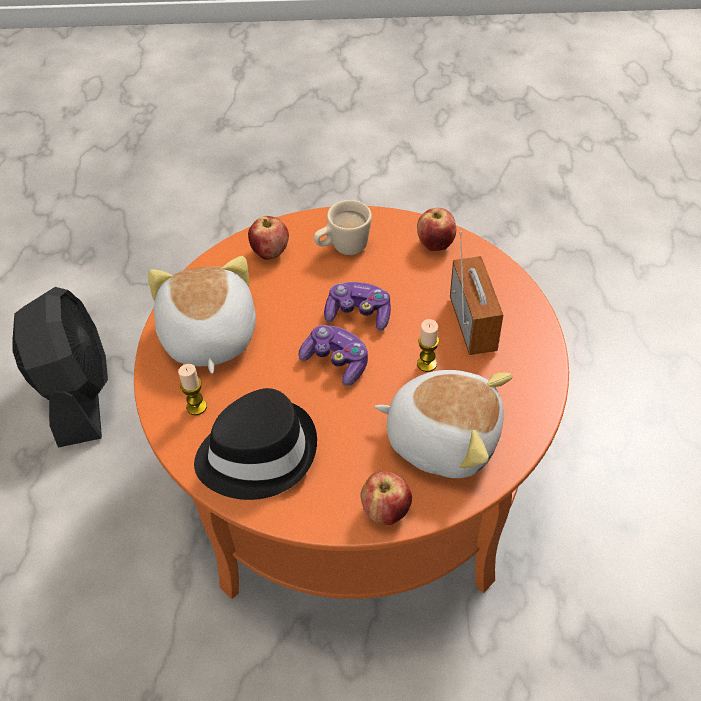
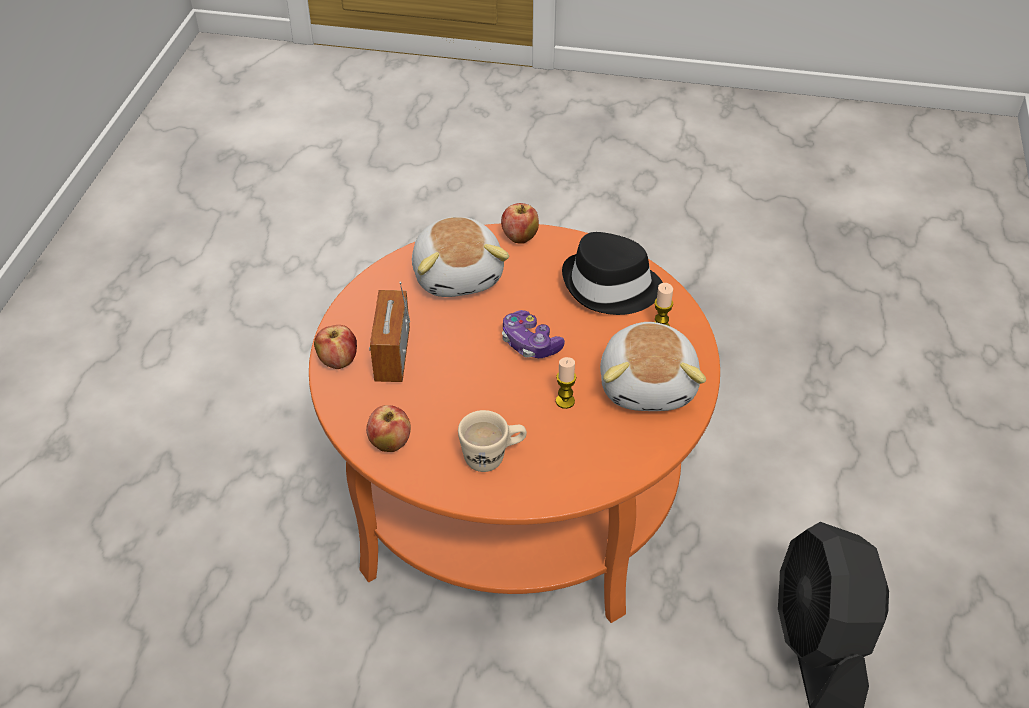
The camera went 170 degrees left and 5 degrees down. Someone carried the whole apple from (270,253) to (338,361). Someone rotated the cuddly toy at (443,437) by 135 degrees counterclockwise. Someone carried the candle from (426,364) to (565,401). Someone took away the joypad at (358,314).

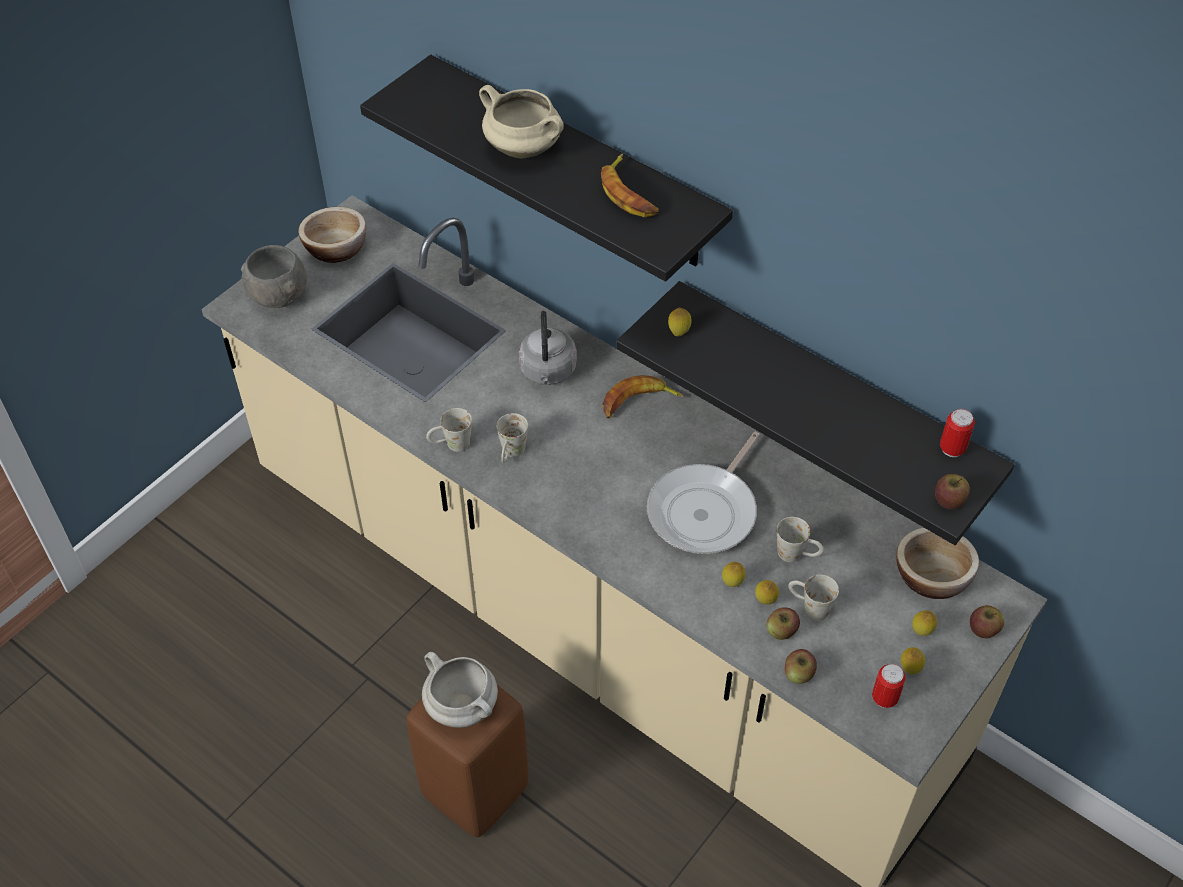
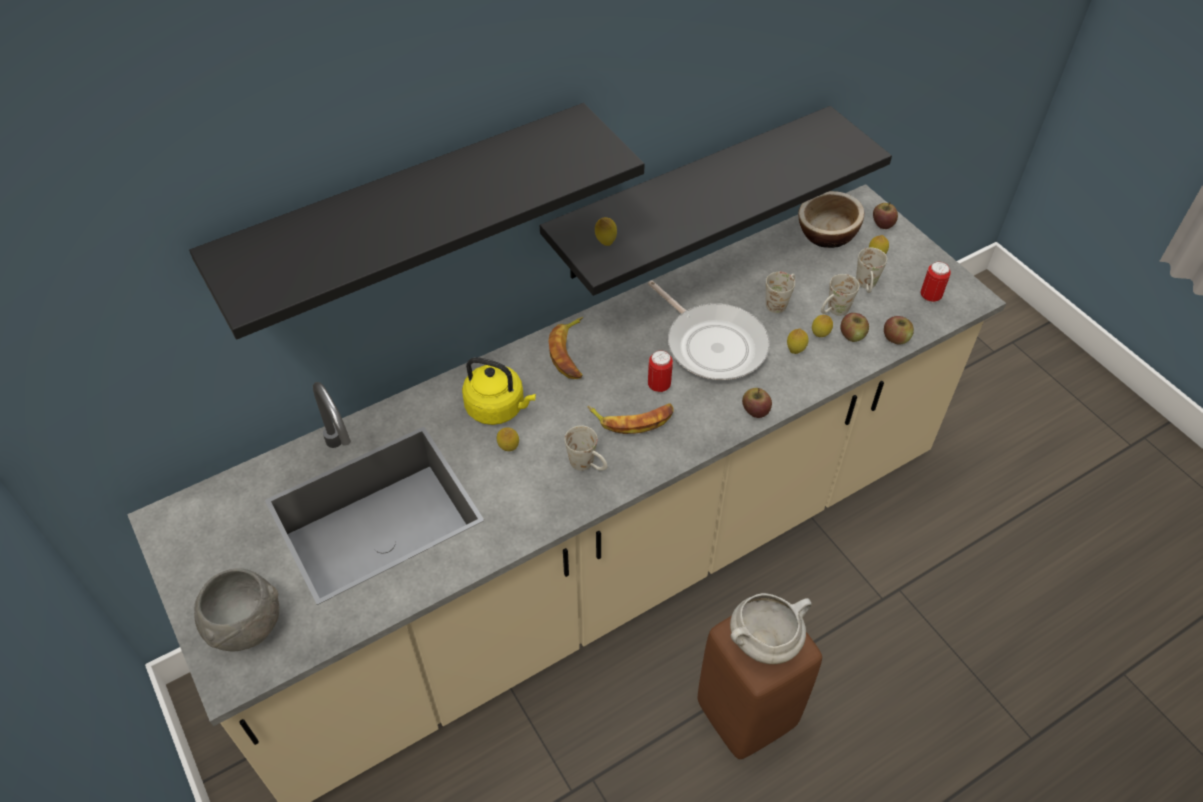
The camera went 70 degrees left and 0 degrees up. Someone repainted the greyish water kettle at (548,372), which became the yellow-coloured water kettle at (498,408). Someone carried the whole lemon from (909,669) to (509,448). Someone carried the banana from (629,193) to (633,419). Someone carried the metal can from (952,449) to (659,386). Someone carried the whole apple from (949,500) to (755,410). Someone carried the whitish mug from (451,445) to (866,286). Someone took away the serving bowl at (336,249). Someone took away the beige-coloured saucepot at (524,148).

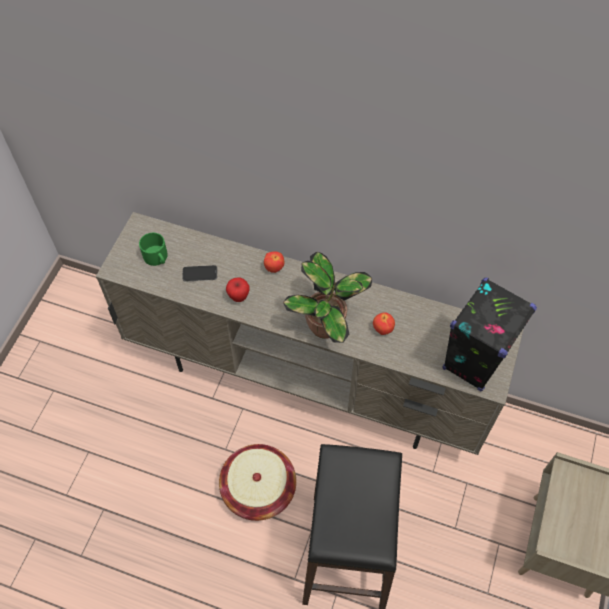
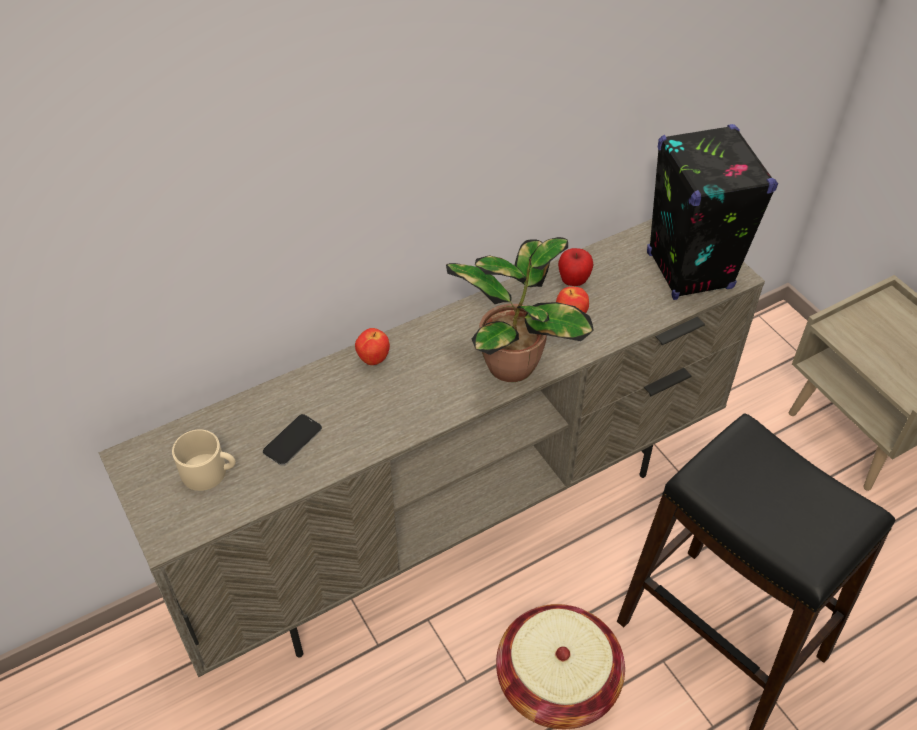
The camera went 50 degrees left and 10 degrees down. Someone repainted the greenish mug at (157,257), which became the beige-coloured mug at (209,472). Someone carried the whole apple from (238,297) to (573,281).

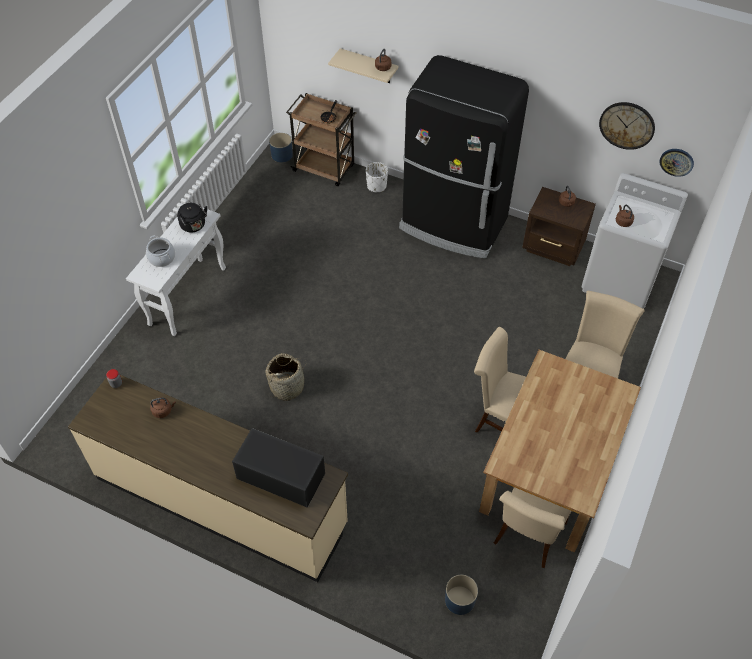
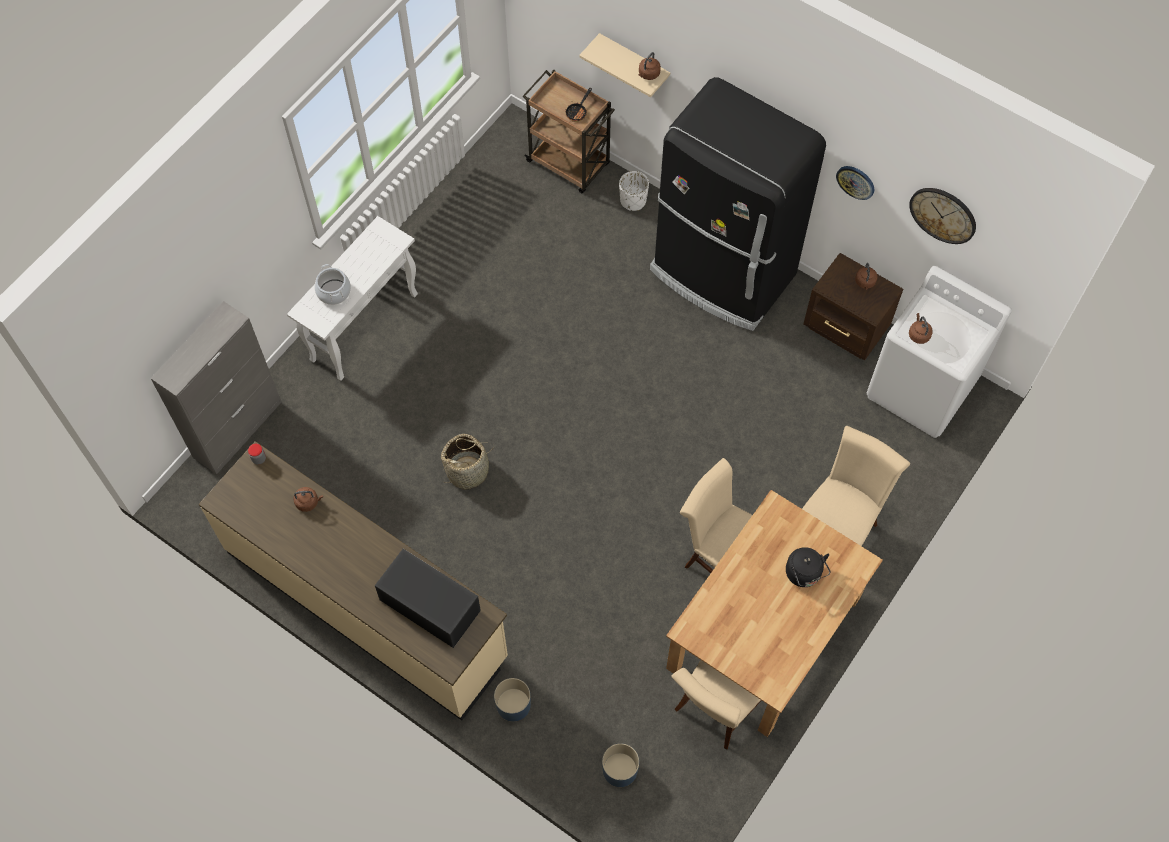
The camera went 10 degrees right and 10 degrees up. Someone put down the greyish cabinet at (238,429). Someone carried the bluish planter from (282,155) to (513,705). Someone carried the black water kettle from (194,226) to (804,574). Someone carried the wall clock from (676,161) to (855,182).

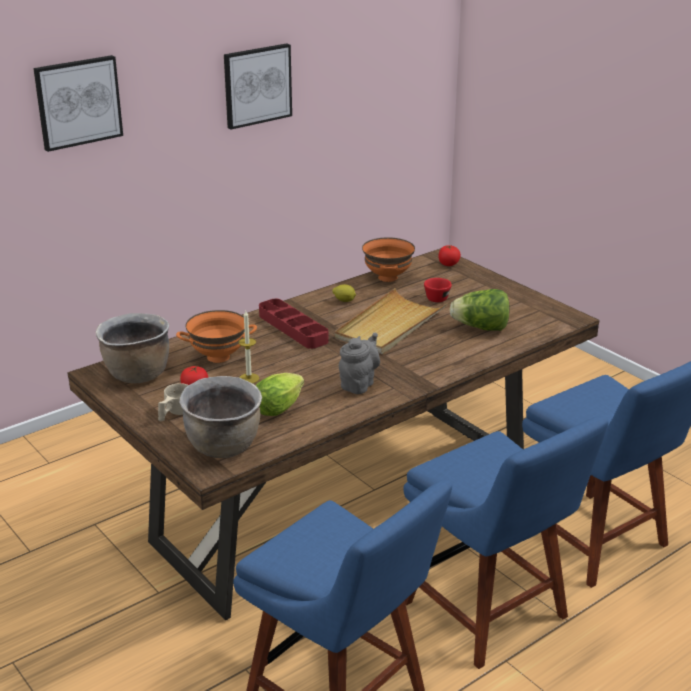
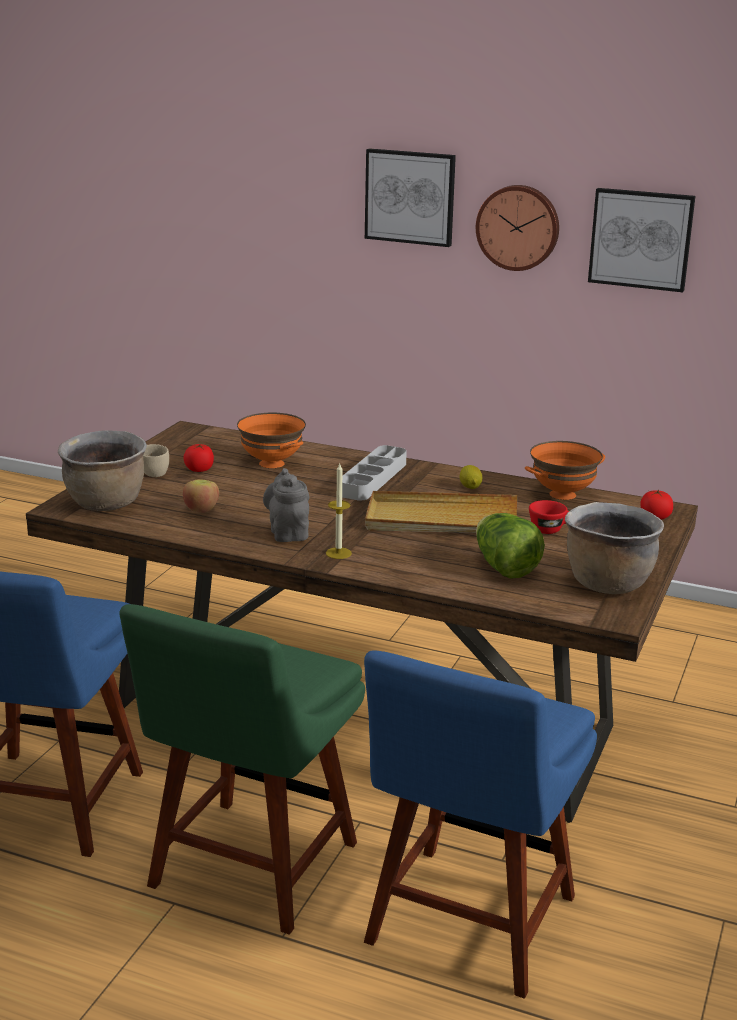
The camera went 60 degrees right and 5 degrees down. Someone repainted the bluish chair at (490,614), which became the greenish chair at (248,870). Someone swapped the lettuce head at (280,407) for the whole apple at (201,509). Someone rotated the greyish tea pot at (359,384) by 105 degrees counterclockwise. Someone carried the candle from (249,378) to (338,553). Someone repainted the reddish tray at (293,328), which became the greyish tray at (373,478). Someone put up the wall clock at (518,227). Someone carried the brownish saucepot from (137,374) to (607,583).

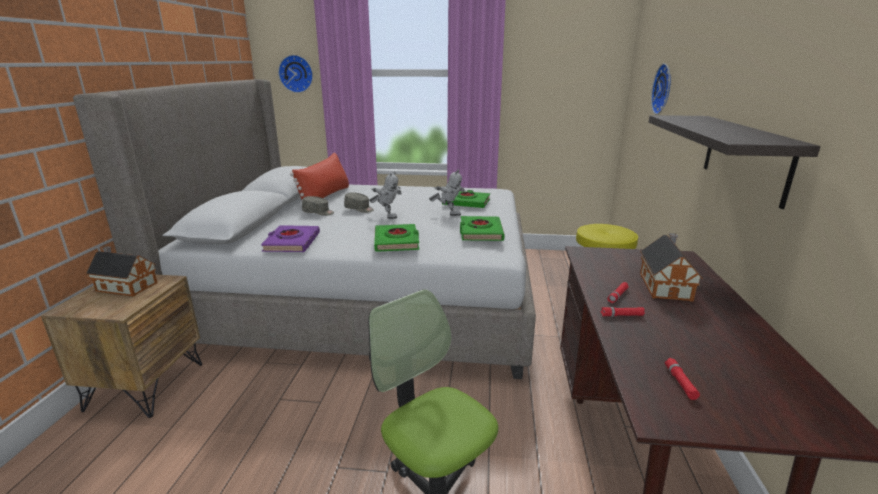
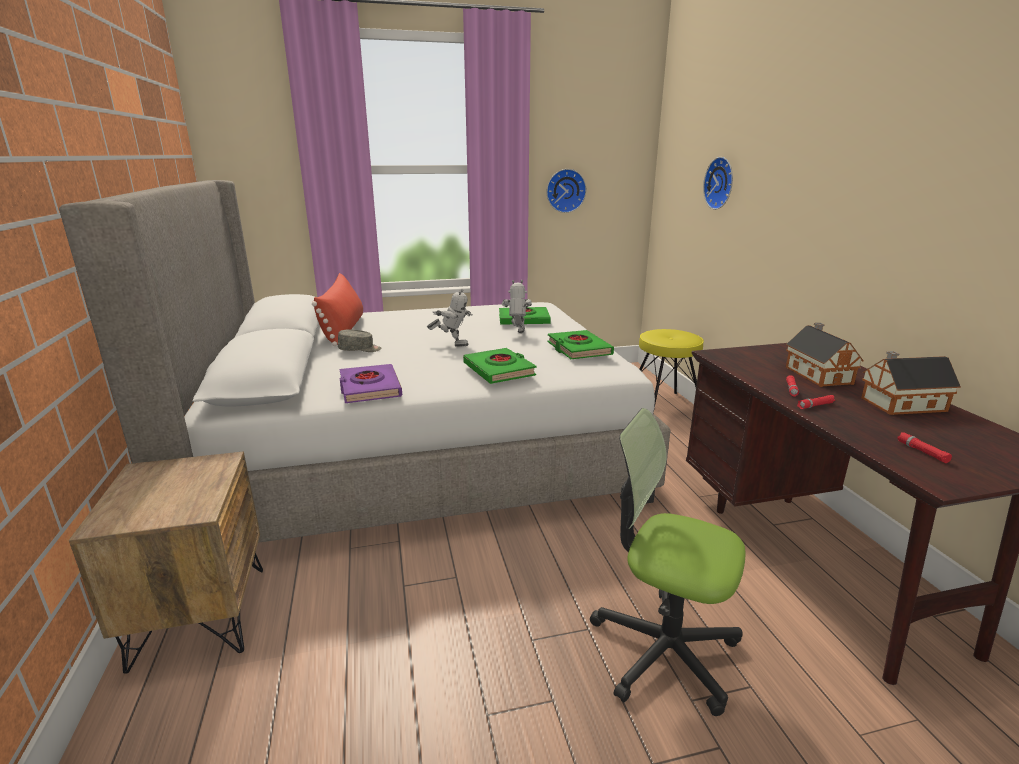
The camera went 20 degrees left and 0 degrees up. Someone rotated the robot figure at (448,214) by 90 degrees counterclockwise. Someone carried the wall clock from (296,73) to (565,190). Someone carried the toy house from (125,286) to (899,404). Someone took away the greyish cap at (359,209). Someone took away the wall shelf at (745,157).

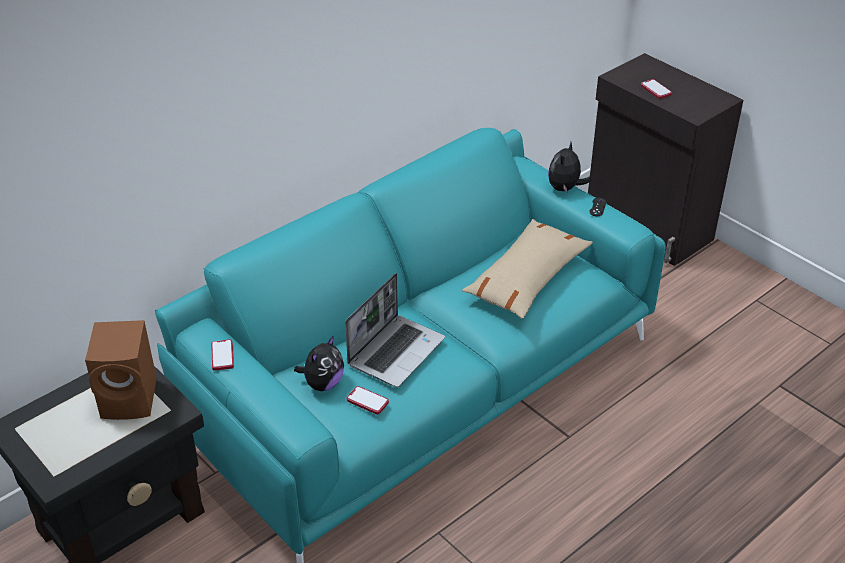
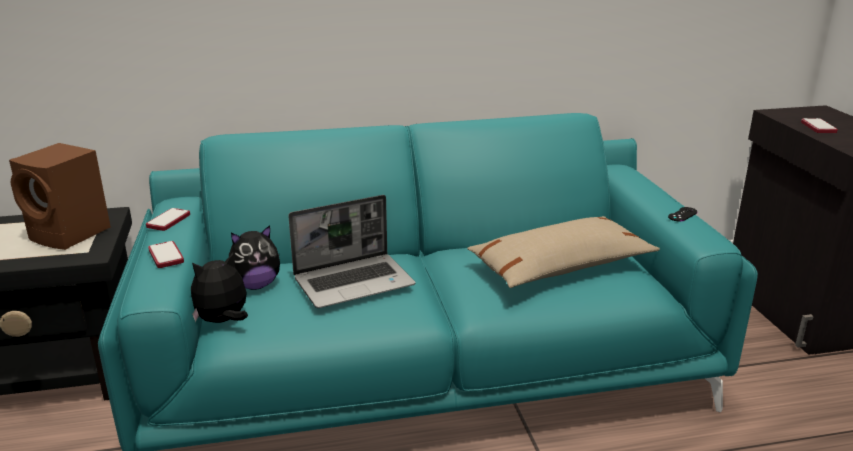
The camera went 30 degrees right and 15 degrees down. Someone carried the phone from (367,401) to (166,256). Someone carried the cuddly toy from (565,189) to (223,321).

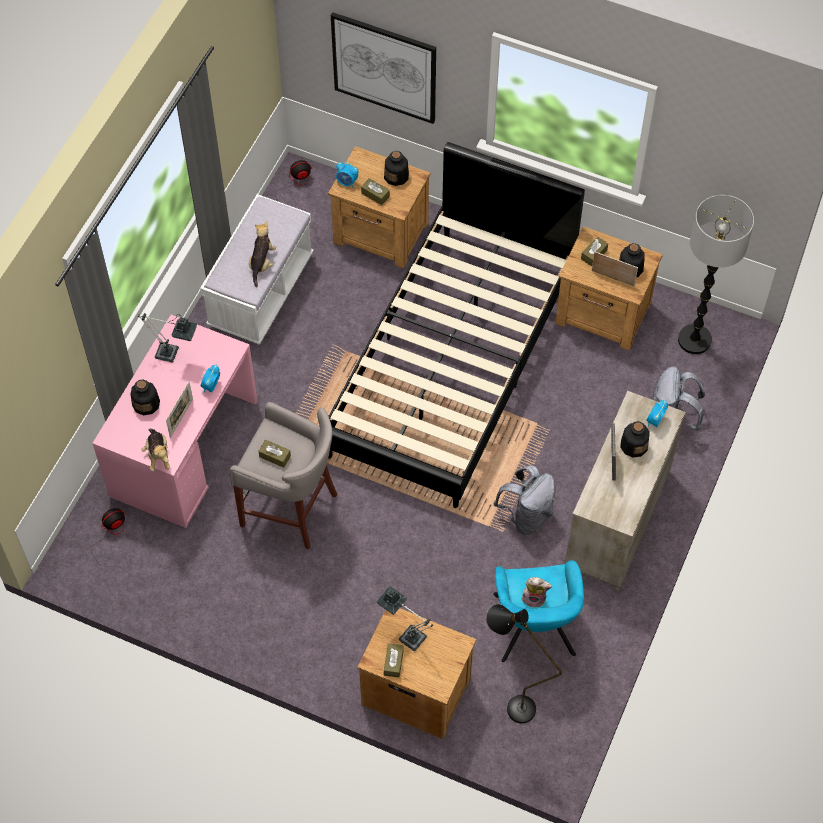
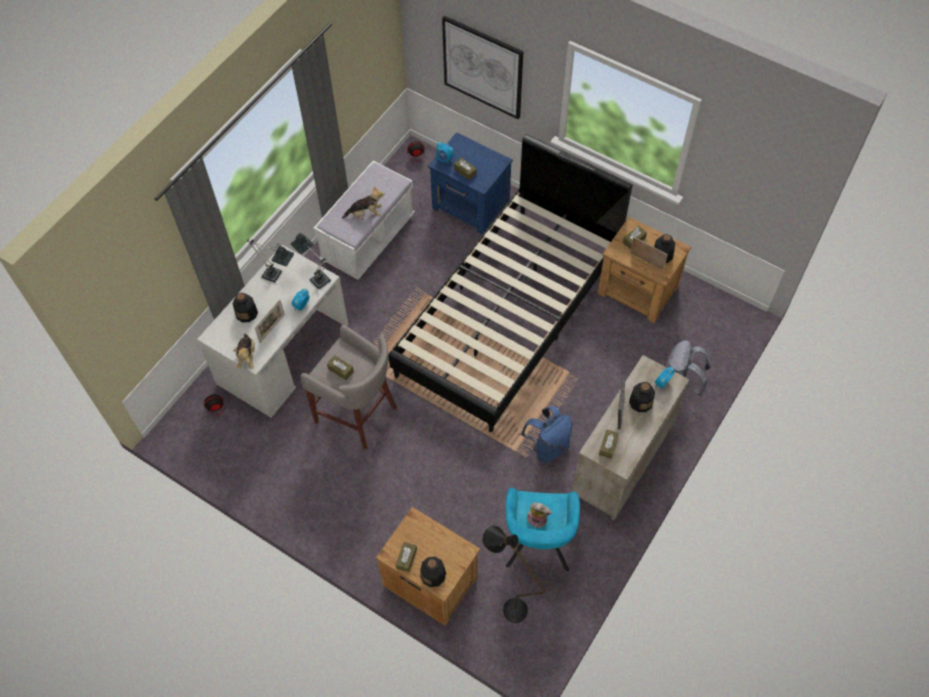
The camera went 10 degrees right and 0 degrees up. Someone repainted the pink desk table at (184,448), which became the whitish desk table at (283,353). Someone carried the lamp for a table from (407,634) to (317,278). Someone rotated the cuddly toy at (262,263) by 60 degrees clockwise. Someone carried the beverage bottle from (396,176) to (433,575). Someone repainted the brownish night table at (381,234), which became the bluish night table at (471,206). Someone repainted the greyish backpack at (527,516), which became the bluish backpack at (547,447). Someone put down the brownish tissue holder at (608,446). Someone took away the standing lamp at (694,340).

